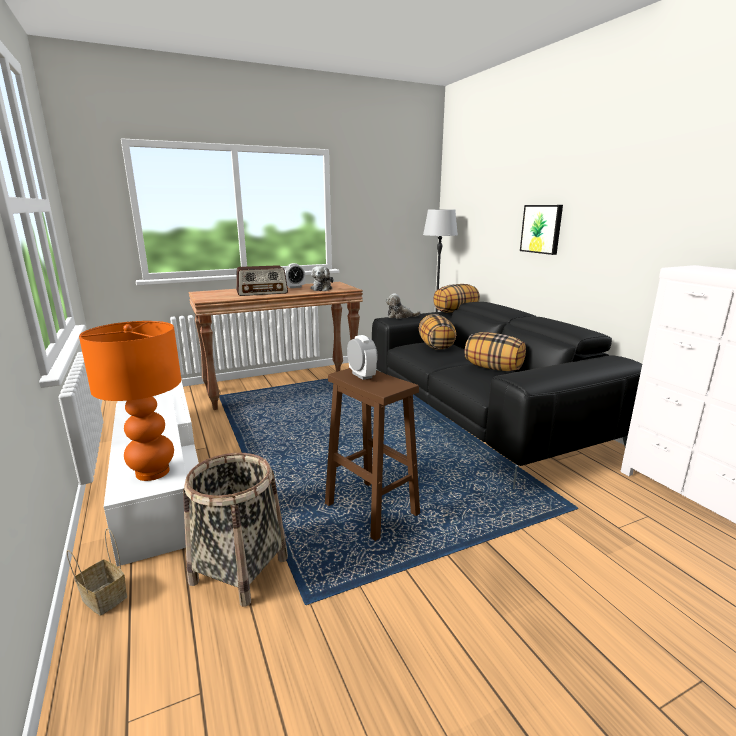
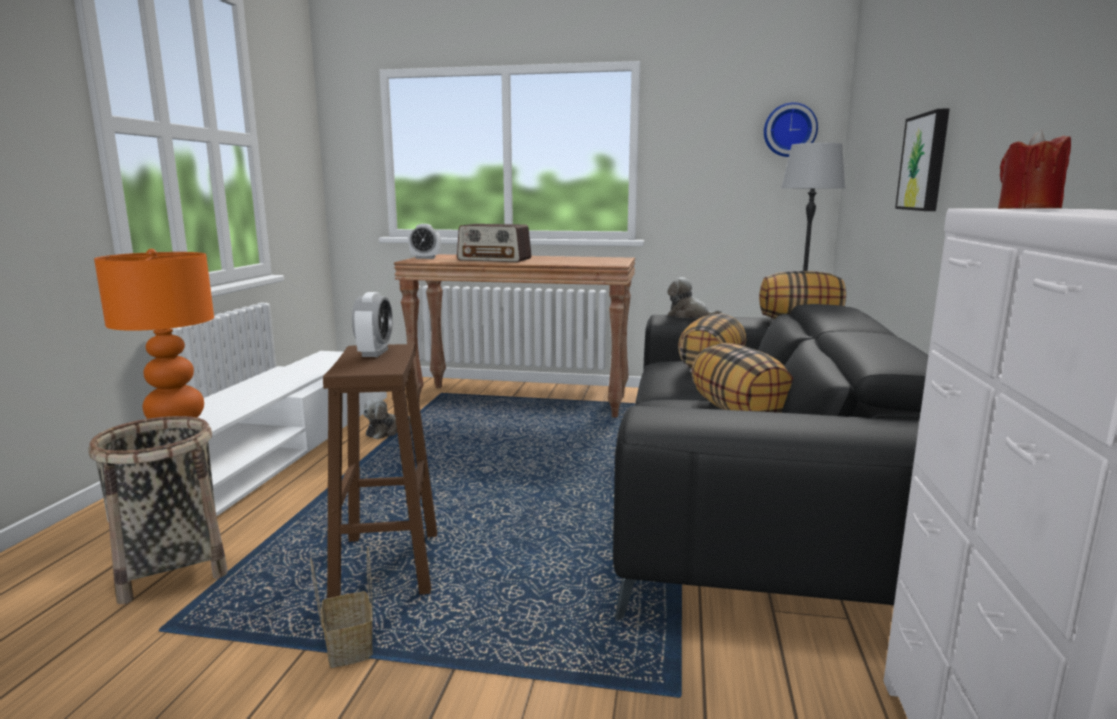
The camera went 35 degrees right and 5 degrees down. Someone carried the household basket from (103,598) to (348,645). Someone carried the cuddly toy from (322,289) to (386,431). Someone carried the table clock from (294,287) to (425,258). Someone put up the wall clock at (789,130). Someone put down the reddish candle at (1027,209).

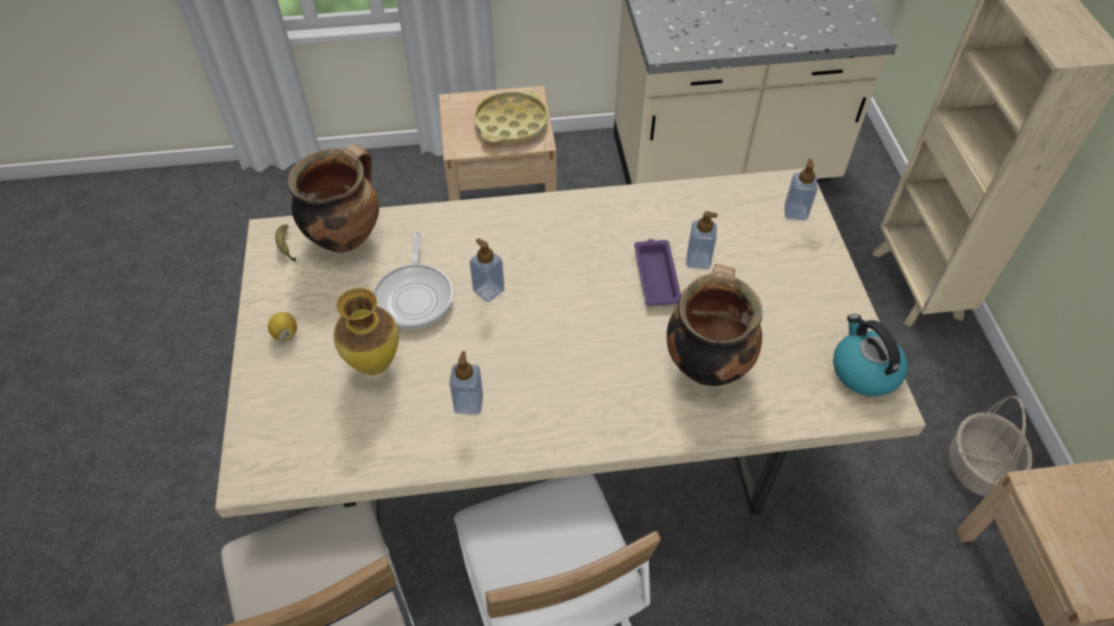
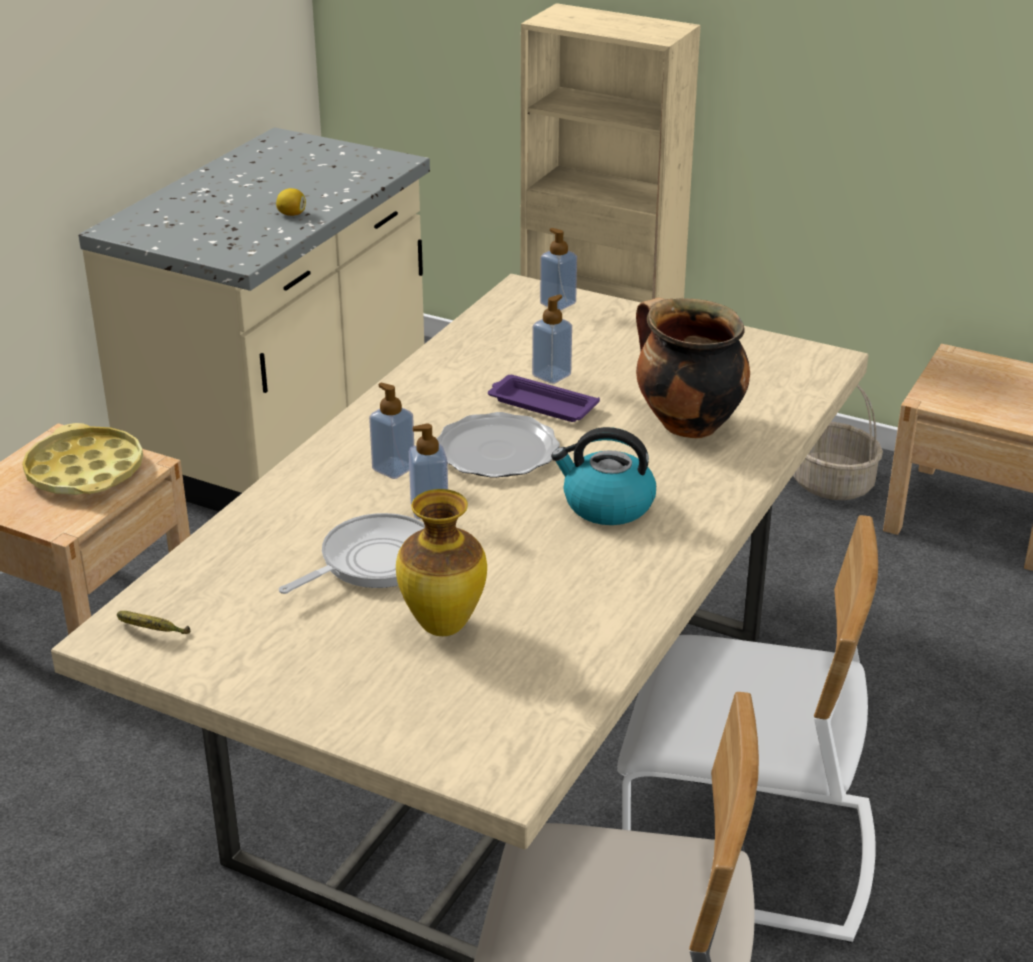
The camera went 55 degrees left and 20 degrees down. Someone carried the whole lemon from (285,333) to (291,214). Someone rotated the skillet at (415,296) by 75 degrees counterclockwise. Someone carried the liquid soap bottle from (468,403) to (393,469). Someone put down the flat dish at (497,450). Someone carried the water kettle from (863,371) to (606,505). Someone took away the saucepot at (345,236).

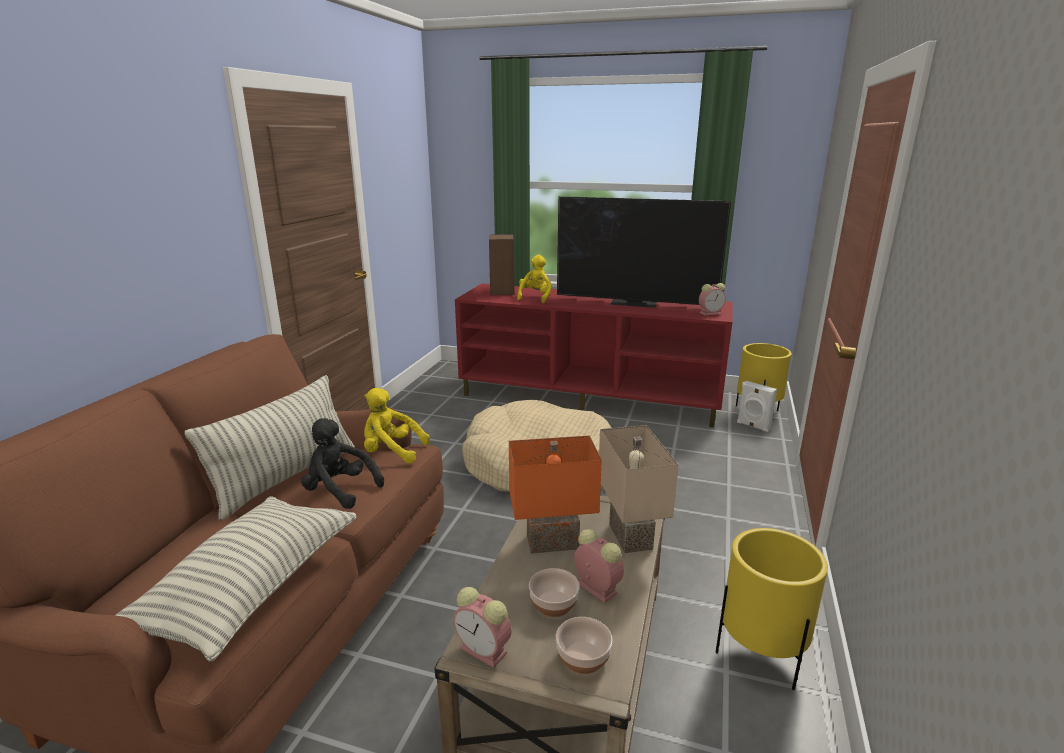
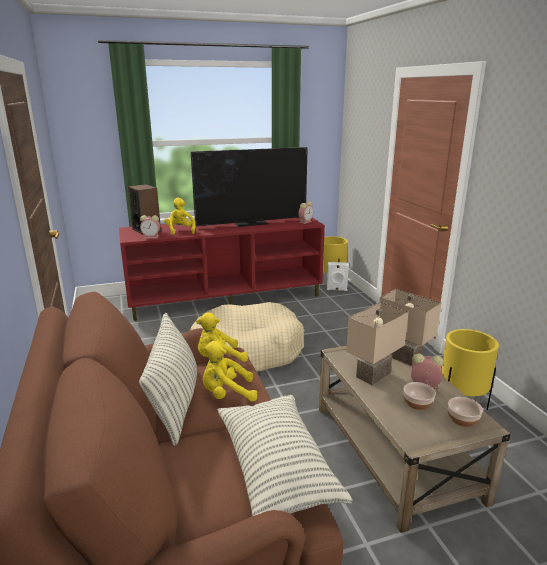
The camera went 35 degrees left and 0 degrees up. Someone carried the table clock from (485,651) to (152,237). Someone repainted the black cuddly toy at (340,491), which became the yellow-coloured cuddly toy at (226,394). Someone repainted the orange lamp for a table at (552,543), which became the beige-coloured lamp for a table at (374,376).

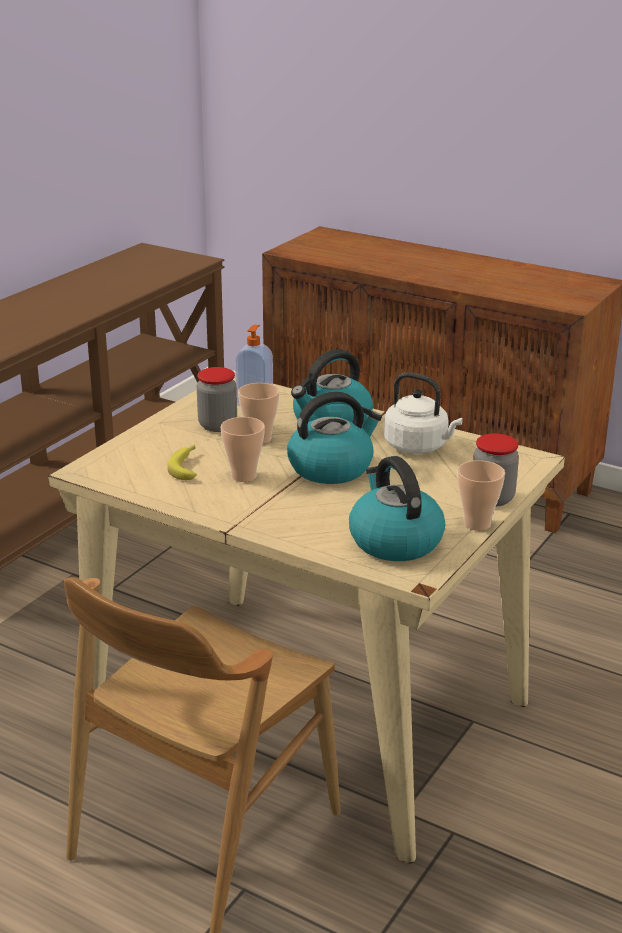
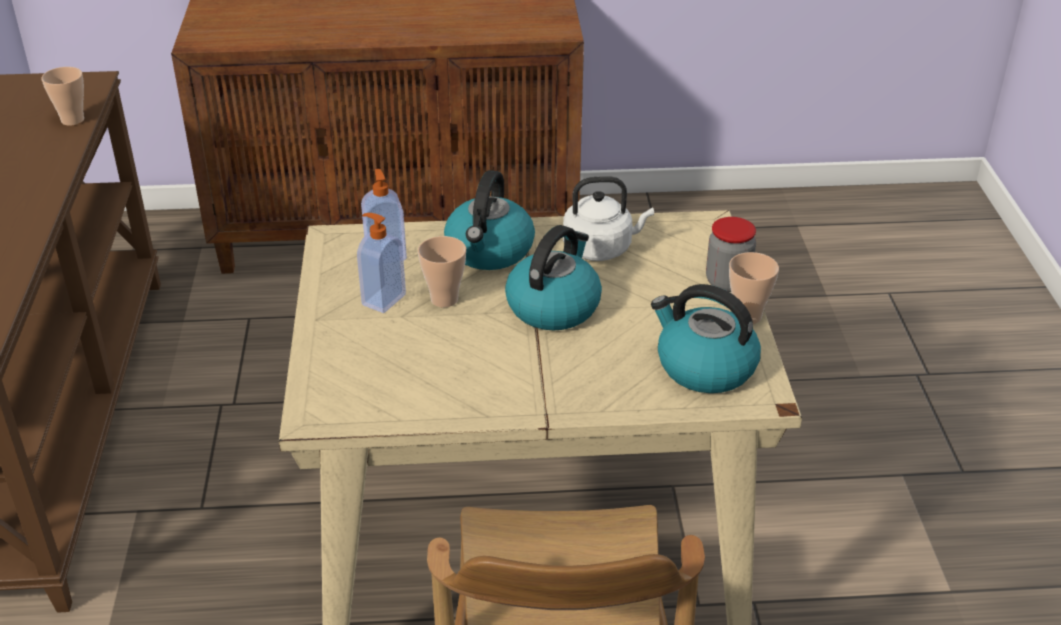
The camera went 35 degrees left and 10 degrees up. Someone carried the small cup from (243,476) to (72,120). Someone swapped the preserve jar at (217,425) for the liquid soap bottle at (382,299). Someone took away the banana at (187,466).

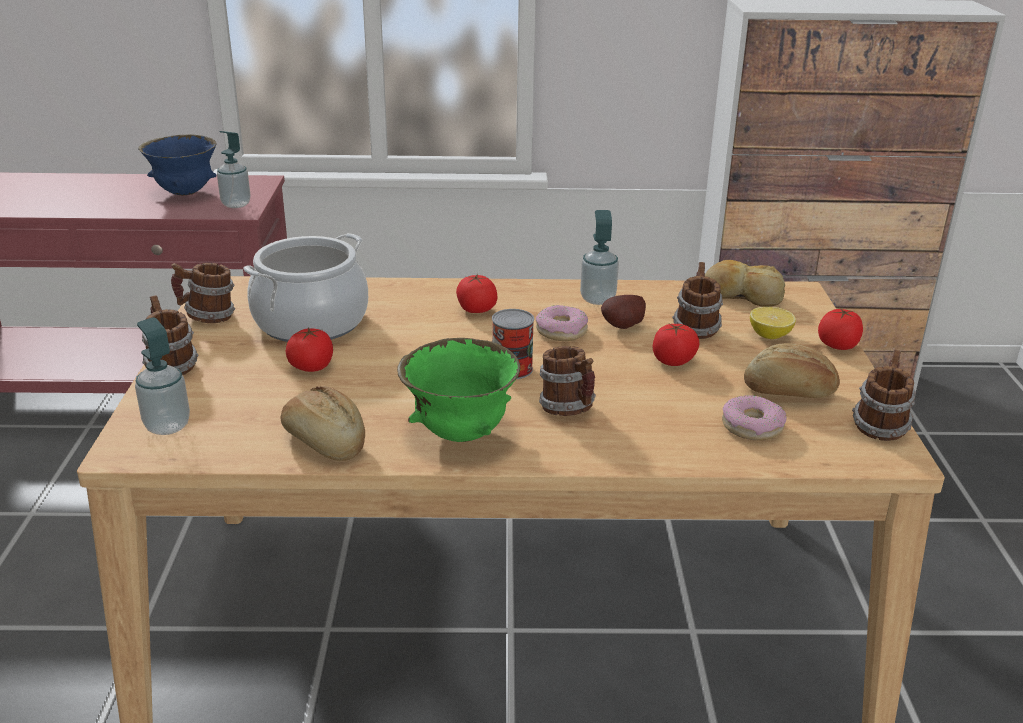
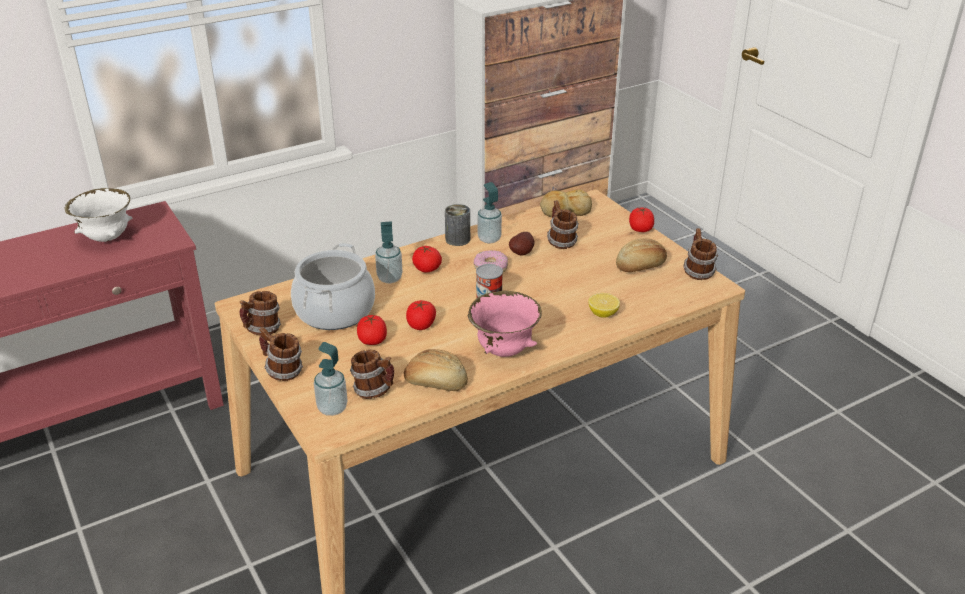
The camera went 30 degrees left and 5 degrees up. Someone repainted the bluish serving bowl at (185,193), which became the whitish serving bowl at (107,238). Someone carried the mug from (569,410) to (374,391). Someone carried the liquid soap bottle from (236,204) to (389,278). Someone carried the tomato from (673,361) to (421,325). Someone put down the metal can at (457,239). Someone repainted the greenish serving bowl at (460,434), which became the pink serving bowl at (503,351). Someone carried the whole lemon from (770,335) to (603,313). Someone took away the donut at (752,426).

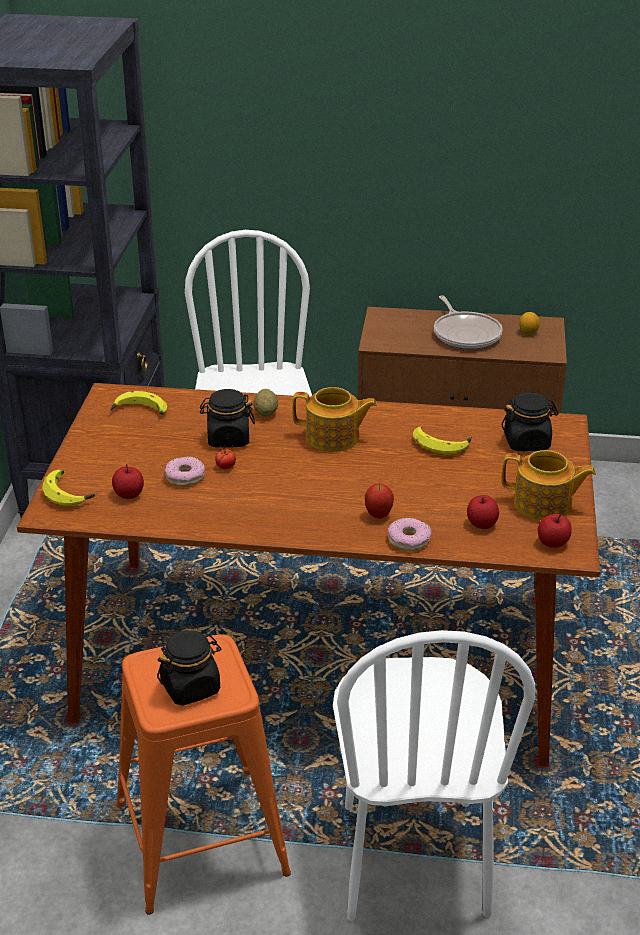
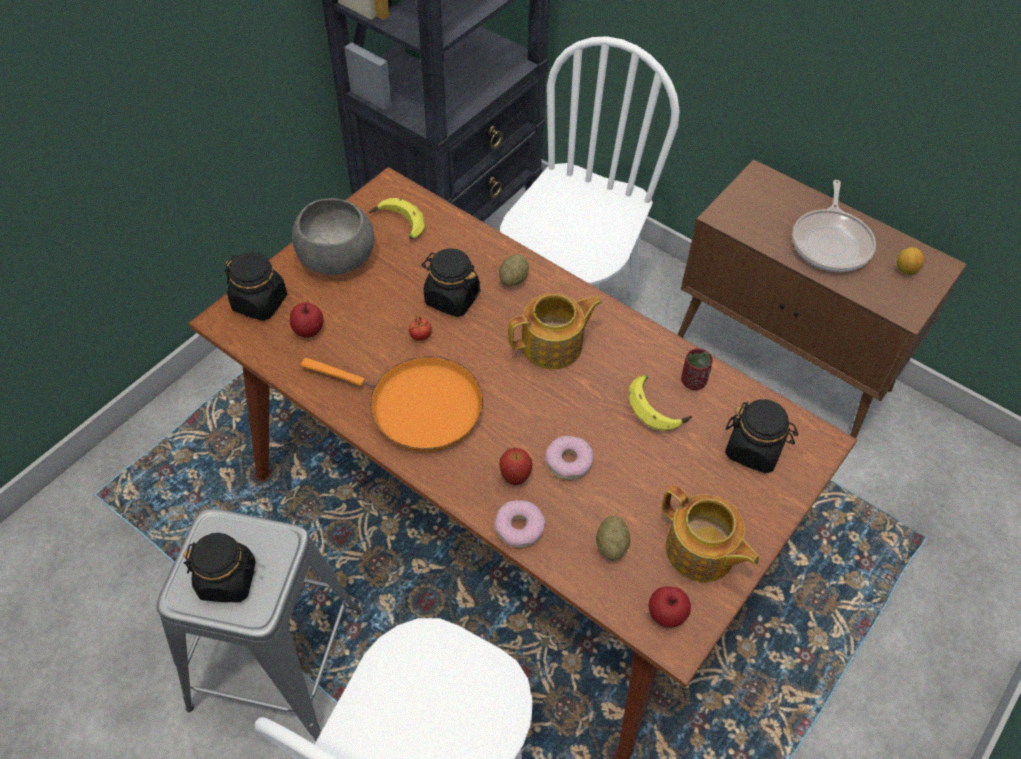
The camera went 30 degrees right and 20 degrees up. Someone repainted the orange stool seat at (201,838), which became the greyish stool seat at (277,658). Someone swapped the banana at (69,493) for the black preserve jar at (260,302). Someone put down the greyish serving bowl at (335,257). Someone put down the orange skillet at (418,406). Someone rotated the tea pot at (333,438) by 60 degrees counterclockwise. Someone carried the donut from (185,477) to (568,462). Someone swapped the whole apple at (482,524) for the spud at (611,545). Someone put down the reddish small cup at (693,381).

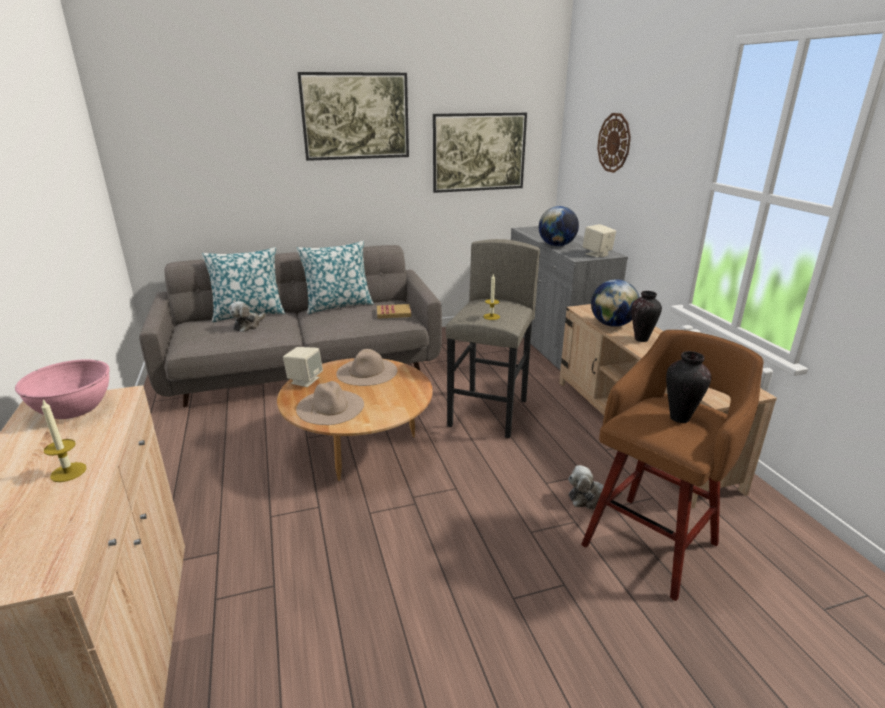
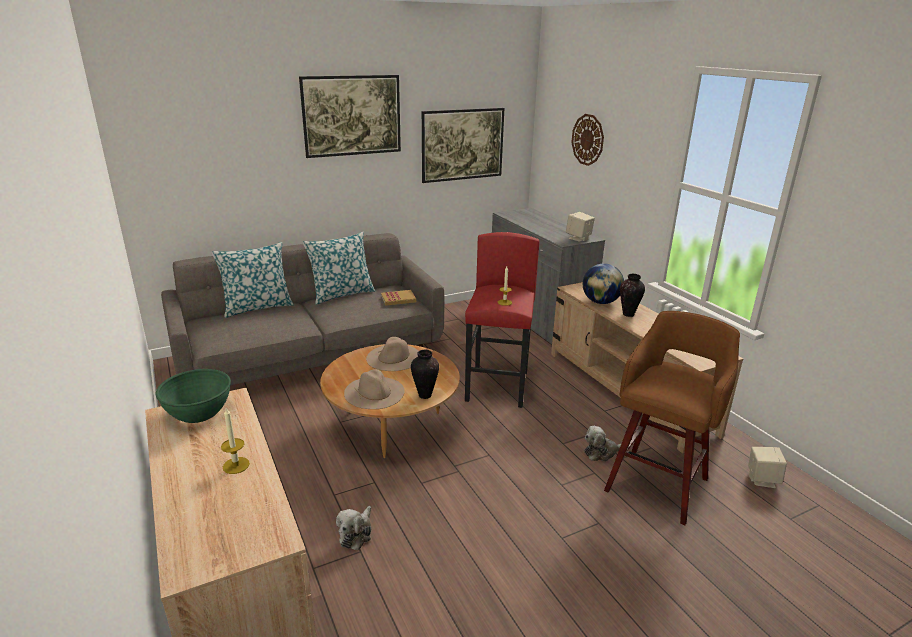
The camera went 10 degrees left and 0 degrees up. Someone repainted the pink serving bowl at (73,408), which became the greenish serving bowl at (198,412). Someone carried the cuddly toy from (248,325) to (356,533). Someone carried the vase from (678,418) to (424,395). Someone repainted the greyish stool seat at (489,413), which became the reddish stool seat at (498,386). Someone carried the beige-coloured audio speaker from (305,380) to (762,479). Someone took away the world globe at (556,245).

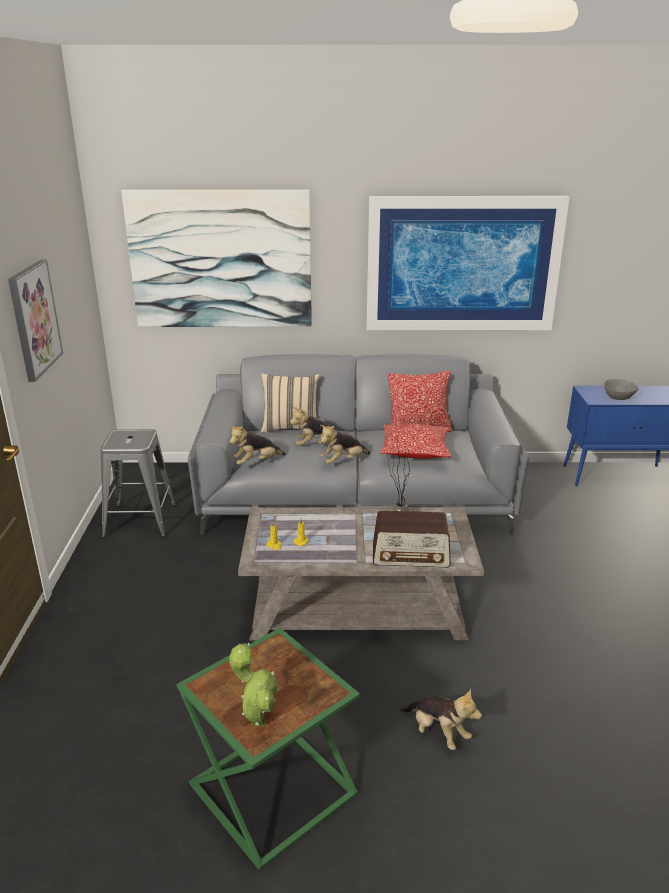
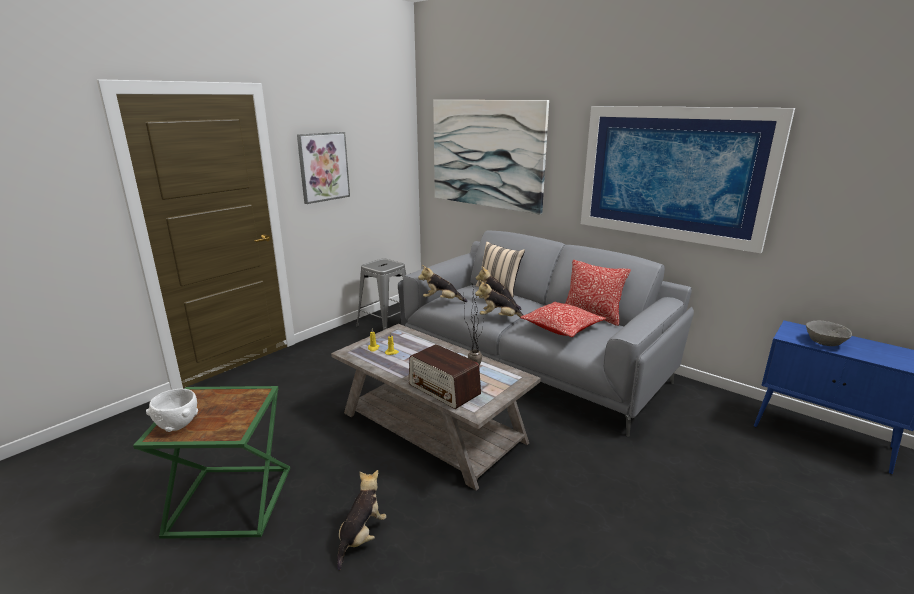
The camera went 40 degrees right and 5 degrees down. Someone swapped the potted plant at (257,720) for the whitish serving bowl at (177,425). Someone rotated the cuddly toy at (438,733) by 150 degrees counterclockwise.

